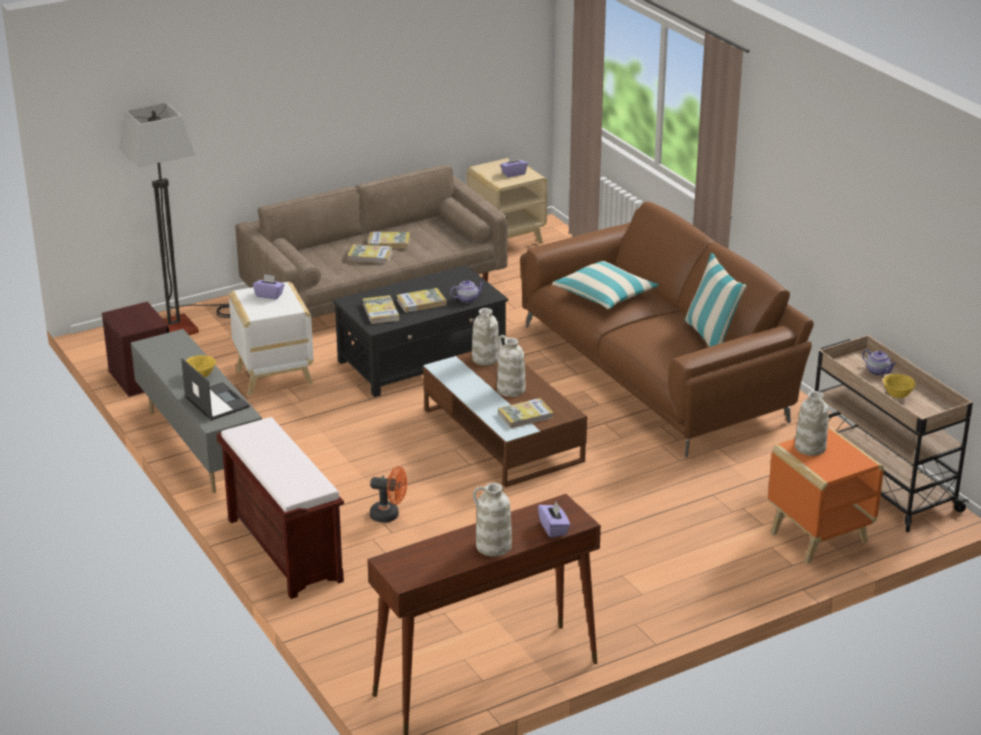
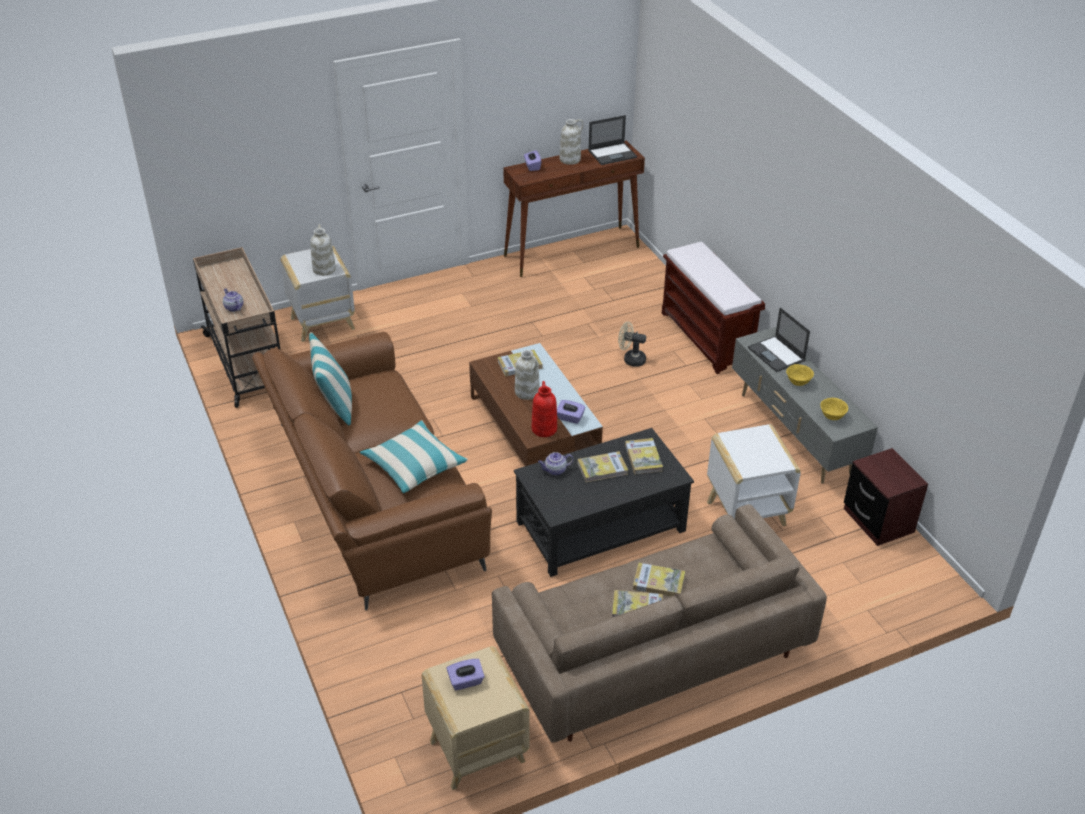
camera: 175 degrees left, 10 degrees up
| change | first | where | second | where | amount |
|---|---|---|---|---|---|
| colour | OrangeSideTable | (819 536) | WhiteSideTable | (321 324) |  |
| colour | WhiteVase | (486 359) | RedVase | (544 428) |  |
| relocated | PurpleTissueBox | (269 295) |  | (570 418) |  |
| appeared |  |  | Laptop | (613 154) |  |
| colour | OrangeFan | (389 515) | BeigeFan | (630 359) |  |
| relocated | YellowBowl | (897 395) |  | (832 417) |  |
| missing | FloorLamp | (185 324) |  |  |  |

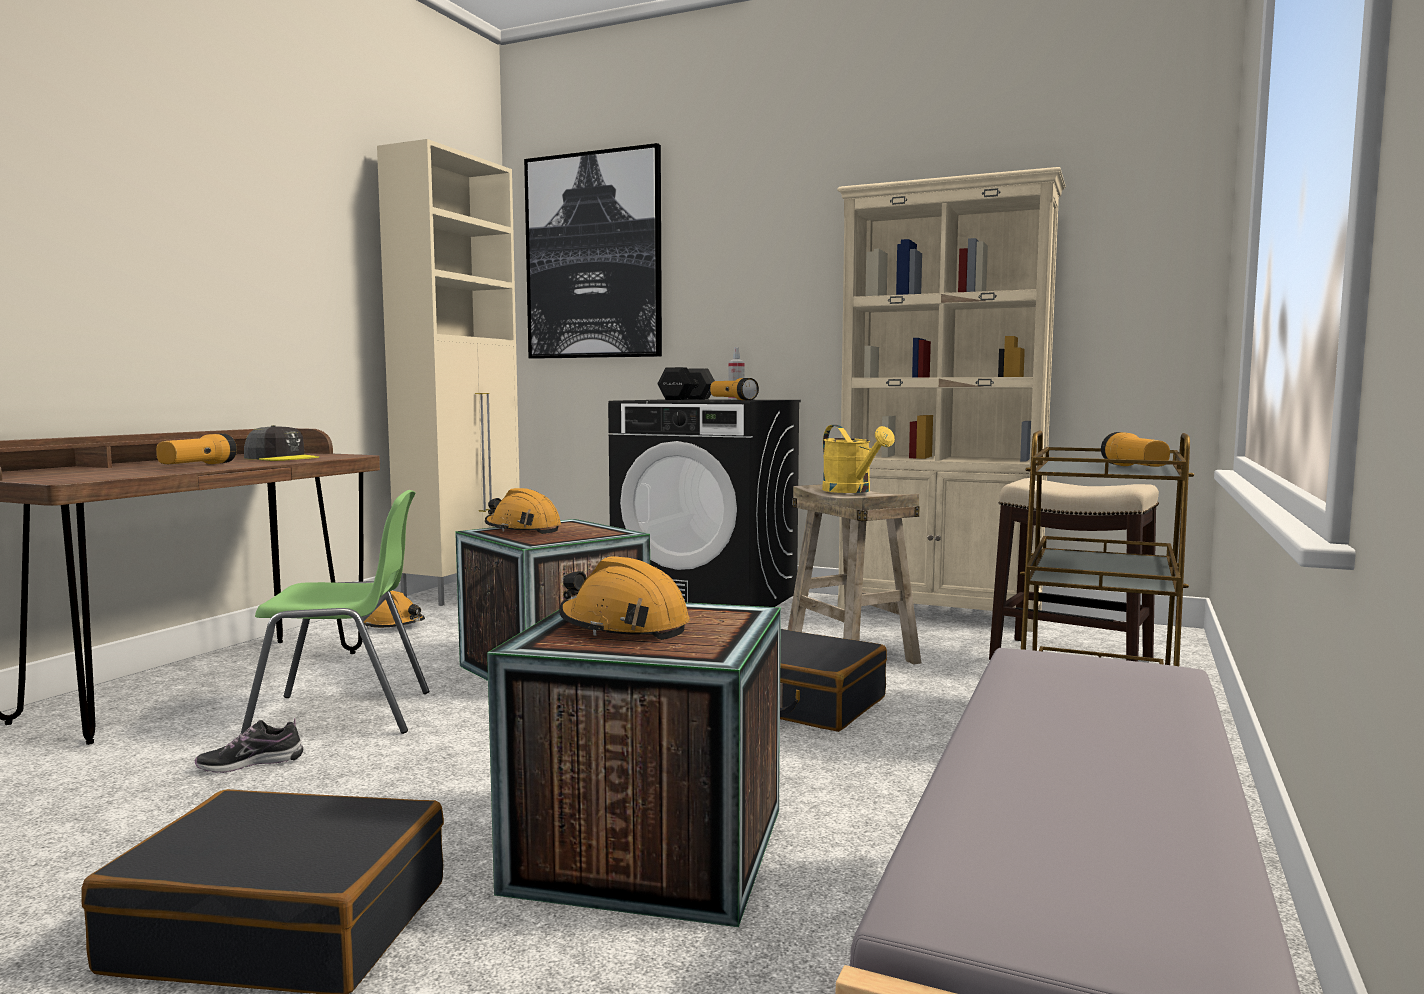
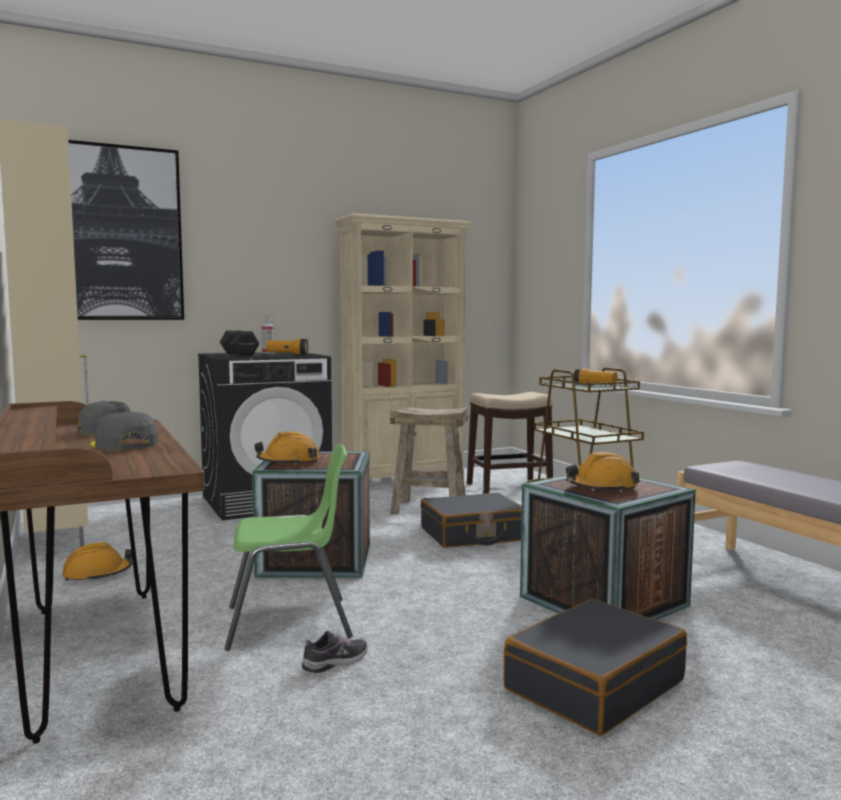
camera: 50 degrees left, 0 degrees up
| change | first | where | second | where | amount |
|---|---|---|---|---|---|
| exchanged | Flashlight | (197 465) | GreyCap | (123 444) |  |
| spun | GreenChair | (345 715) |  | (290 623) | 45 degrees clockwise |
| spun | Shoe | (251 763) |  | (336 662) | 150 degrees counterclockwise |
| missing | YellowWateringCan | (852 491) |  |  |  |

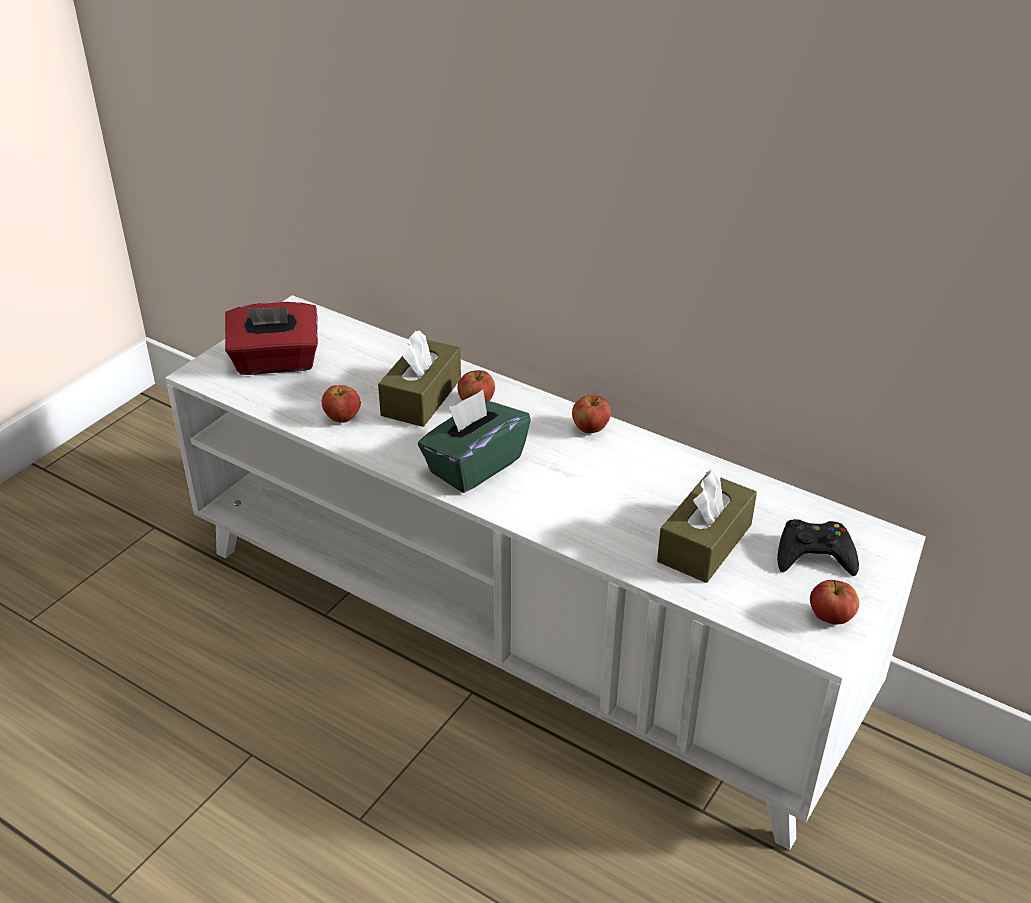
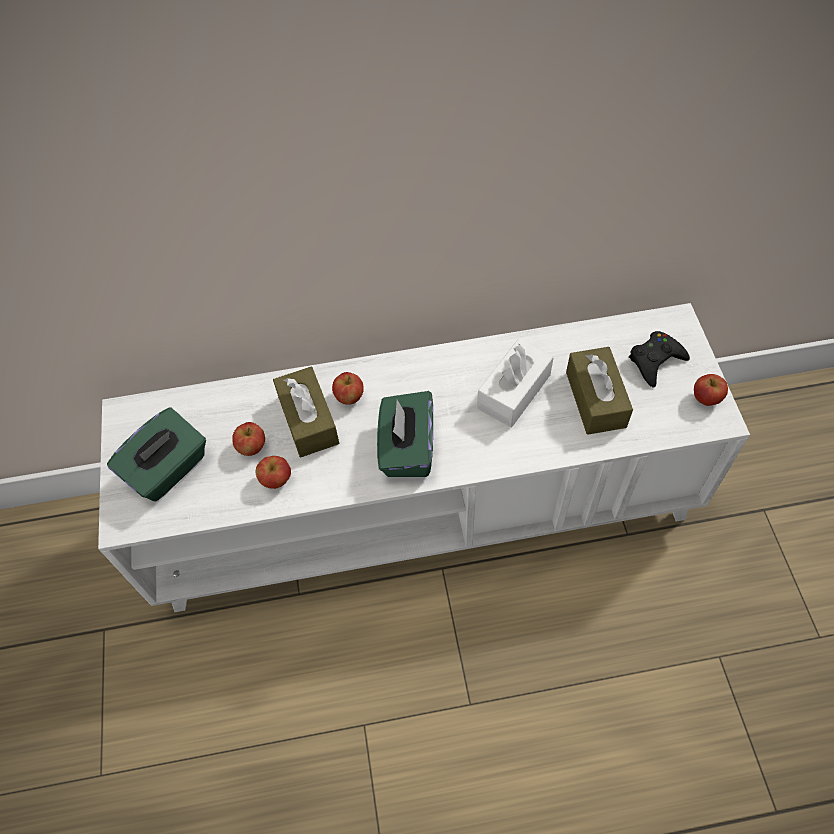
camera: 40 degrees left, 20 degrees up
| change | first | where | second | where | amount |
|---|---|---|---|---|---|
| colour | RedTissueBox | (276 362) | GreenTissueBox | (168 469) |  |
| relocated | Apple | (590 428) |  | (251 447) |  |
| appeared |  |  | WhiteTissueBox | (514 391) |  |

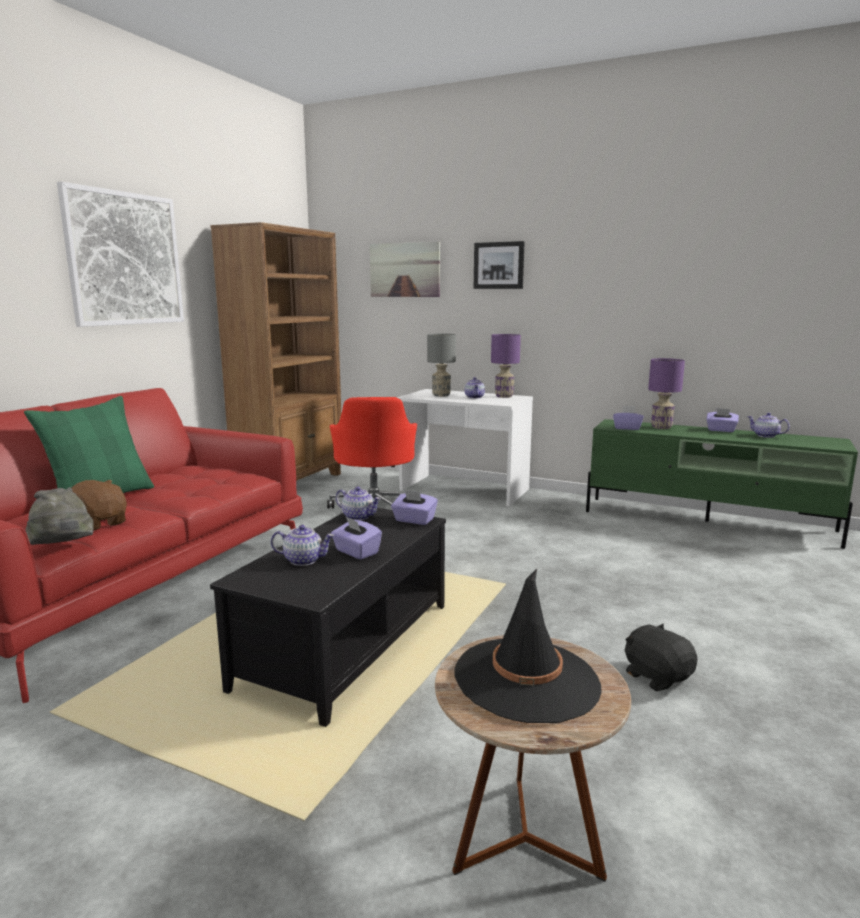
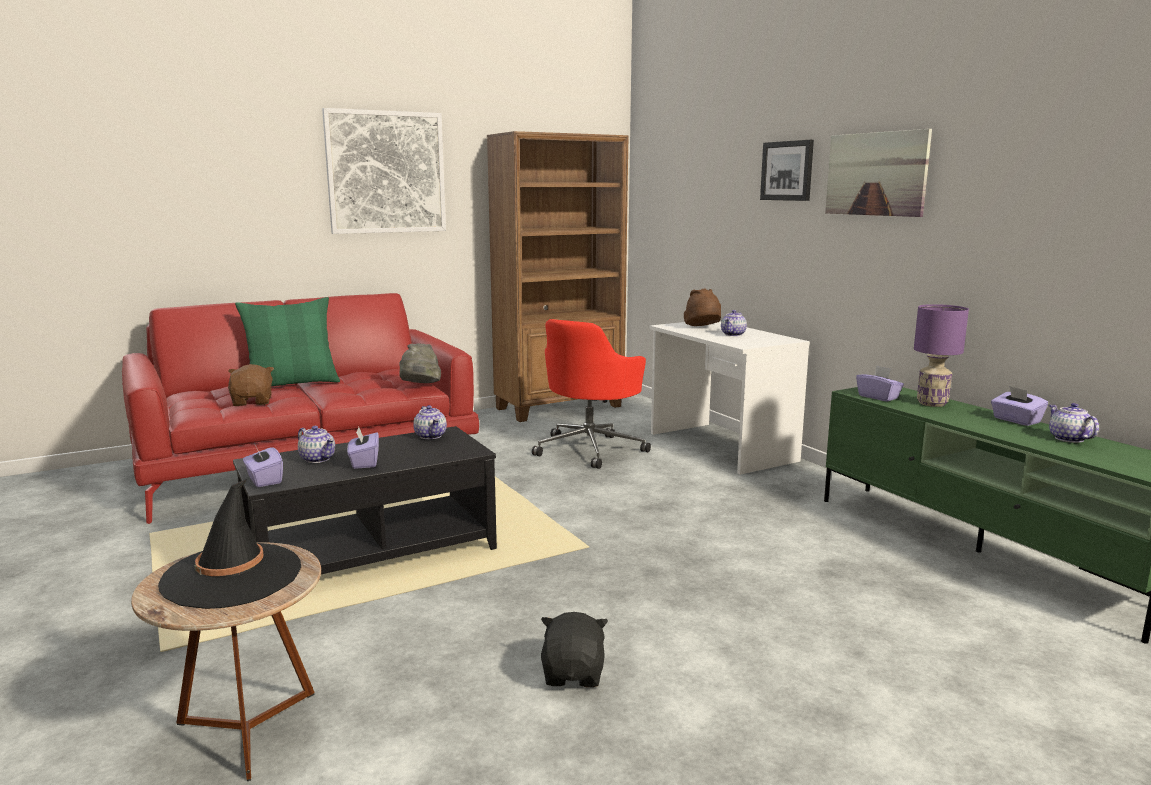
camera: 35 degrees right, 0 degrees up
| change | first | where | second | where | amount |
|---|---|---|---|---|---|
| relocated | PurpleTissueBox | (414 520) |  | (264 480) |  |
| relocated | GreyHat | (63 549) |  | (419 386) |  |
| exchanged | GreyTableLamp | (441 395) | BrownHat | (703 328) |  |
| relocated | Picture | (404 270) |  | (876 174) |  |
| missing | PurpleTableLamp | (504 396) |  |  |  |

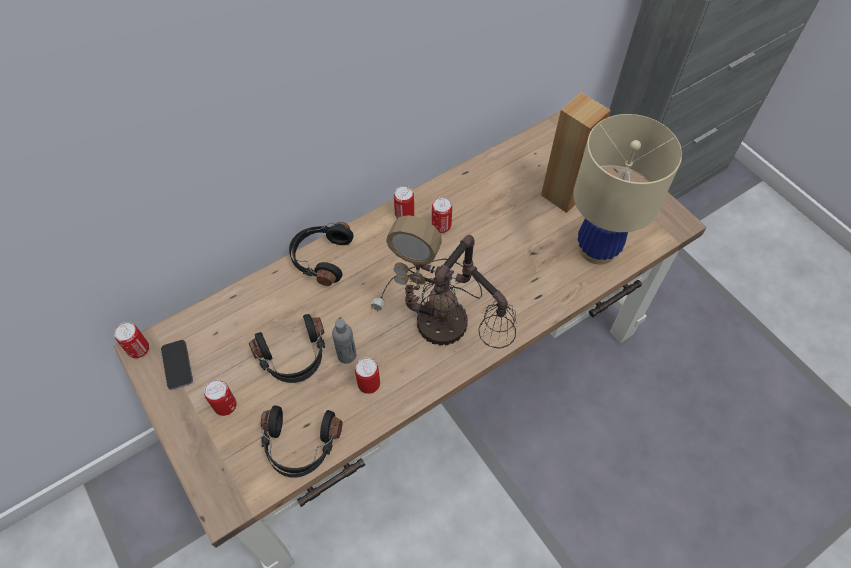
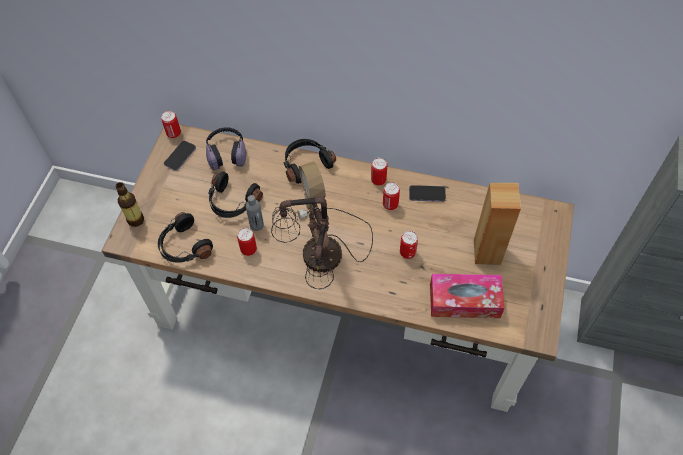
camera: 50 degrees right, 0 degrees up
| change | first | where | second | where | amount |
|---|---|---|---|---|---|
| appeared |  |  | Bottle | (135 220) |  |
| appeared |  |  | Headphones | (227 153) |  |
| relocated | Can | (225 406) |  | (407 252) |  |
| appeared |  |  | Phone | (427 194) |  |
| exchanged | BeigeTableLamp | (597 248) | TissueBox | (464 301) |  |

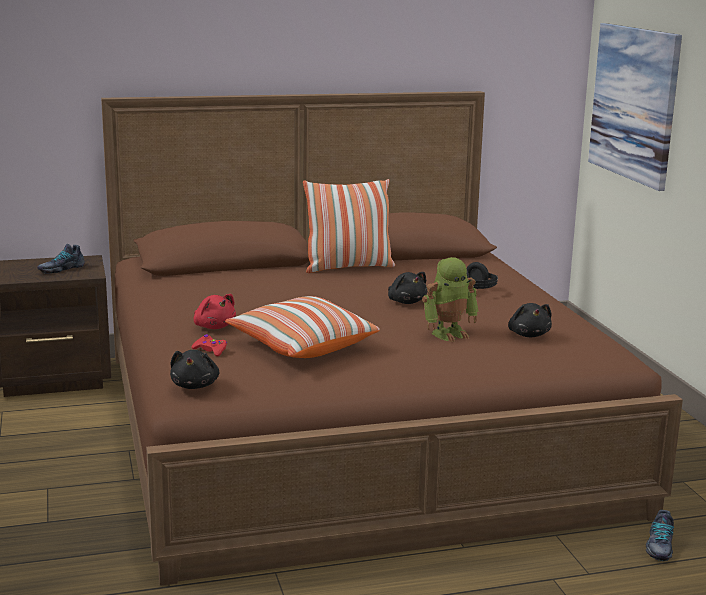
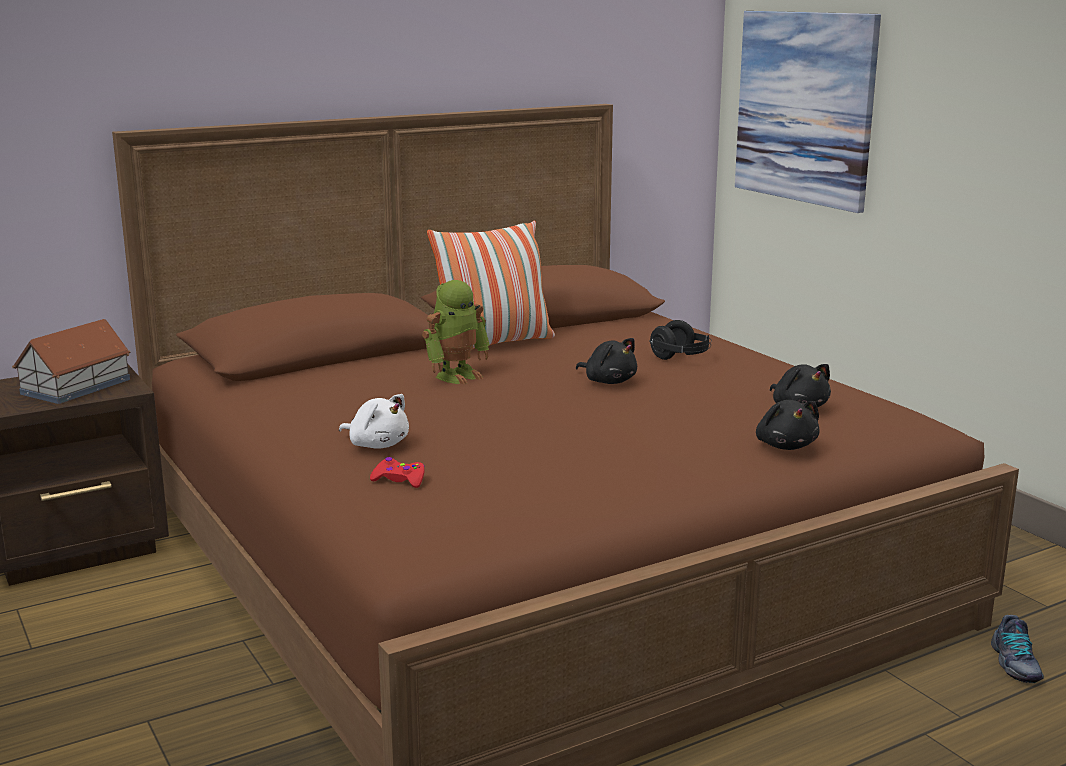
camera: 15 degrees left, 0 degrees up
| change | first | where | second | where | amount |
|---|---|---|---|---|---|
| exchanged | Shoe | (61 269) | ToyHouse | (77 386) |  |
| colour | RedPlushToy | (214 326) | WhitePlushToy | (377 444) |  |
| relocated | ToyRobot | (449 333) |  | (457 375) |  |
| relocated | BlackPlushToy | (195 385) |  | (785 446) |  |
| missing | Pillow | (301 346) |  |  |  |

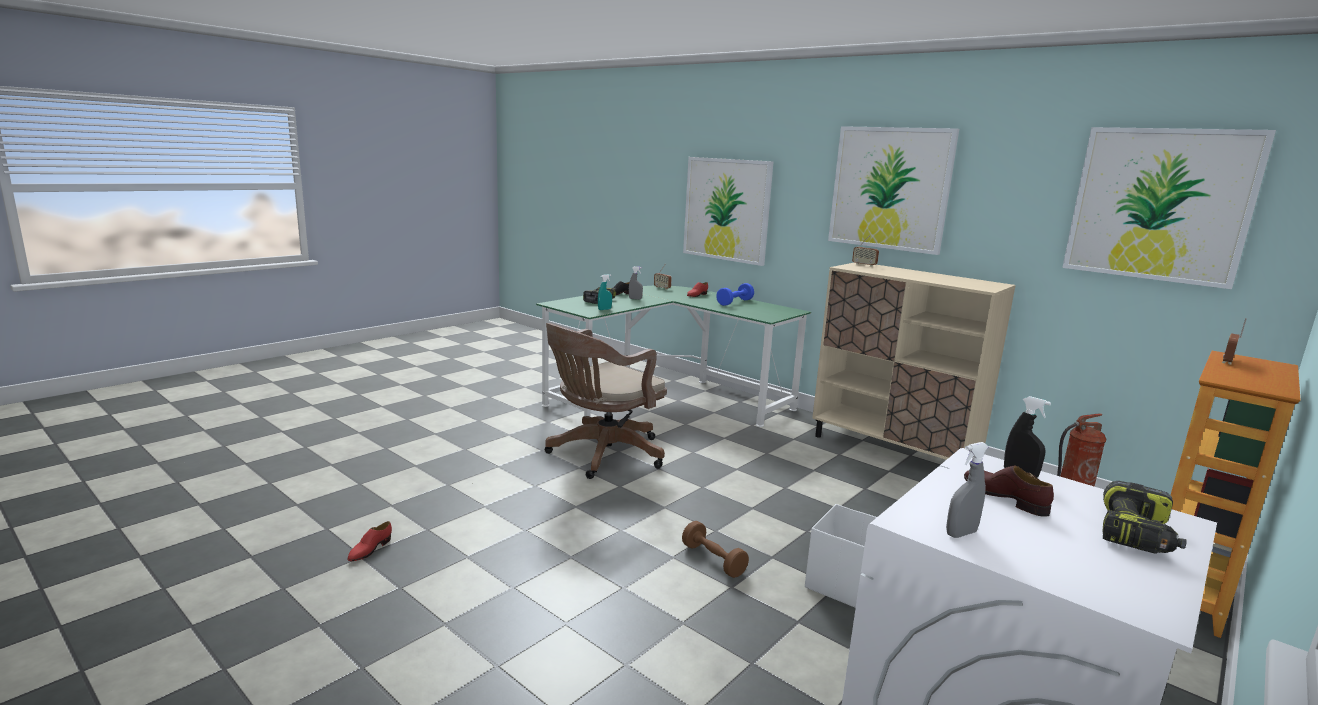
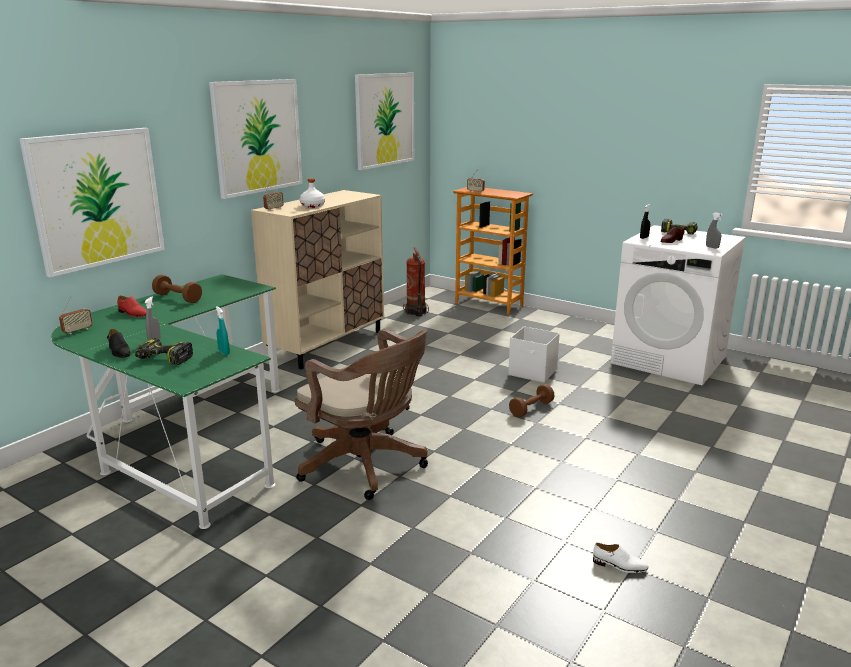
camera: 95 degrees left, 5 degrees up
| change | first | where | second | where | amount |
|---|---|---|---|---|---|
| colour | BlueDumbbell | (734 302) | BrownDumbbell | (178 298) |  |
| appeared |  |  | WhiteBottle | (312 206) |  |
| colour | RedShoe | (369 550) | WhiteShoe | (619 566) |  |

